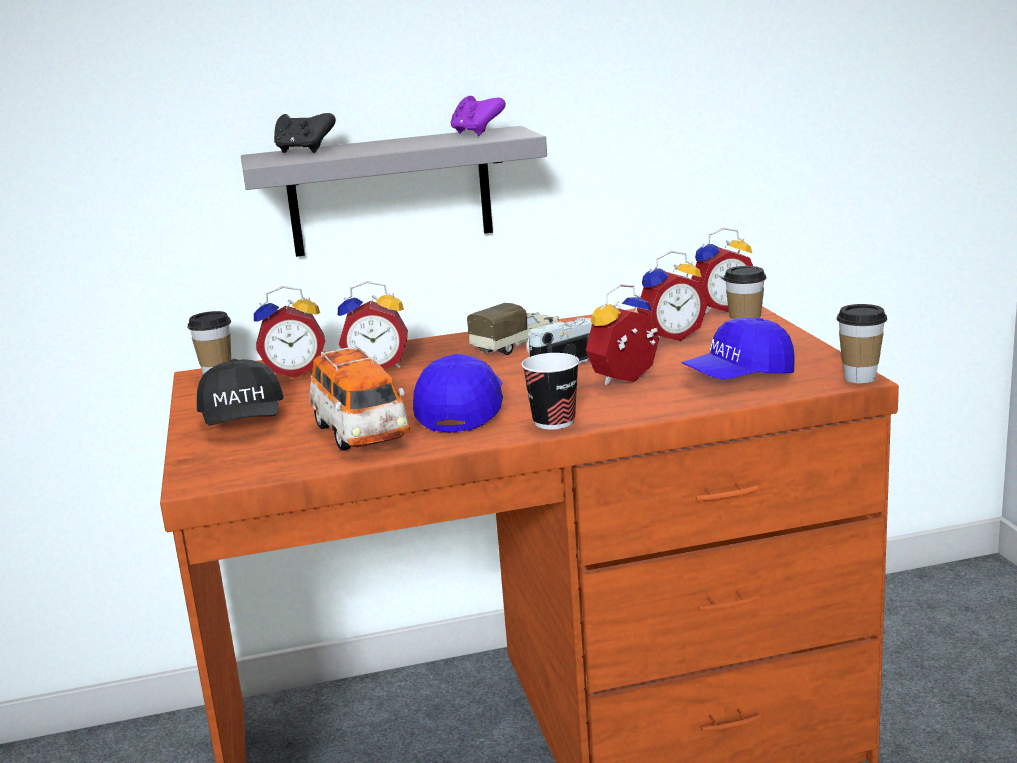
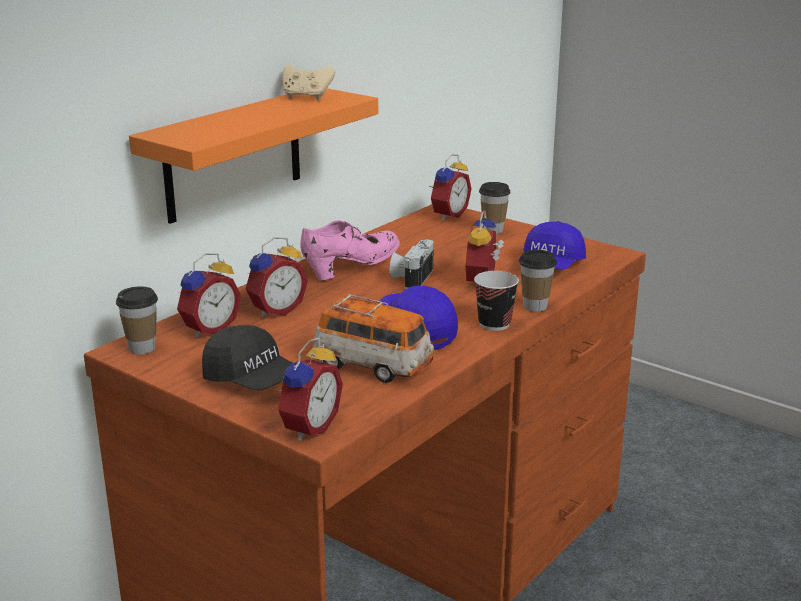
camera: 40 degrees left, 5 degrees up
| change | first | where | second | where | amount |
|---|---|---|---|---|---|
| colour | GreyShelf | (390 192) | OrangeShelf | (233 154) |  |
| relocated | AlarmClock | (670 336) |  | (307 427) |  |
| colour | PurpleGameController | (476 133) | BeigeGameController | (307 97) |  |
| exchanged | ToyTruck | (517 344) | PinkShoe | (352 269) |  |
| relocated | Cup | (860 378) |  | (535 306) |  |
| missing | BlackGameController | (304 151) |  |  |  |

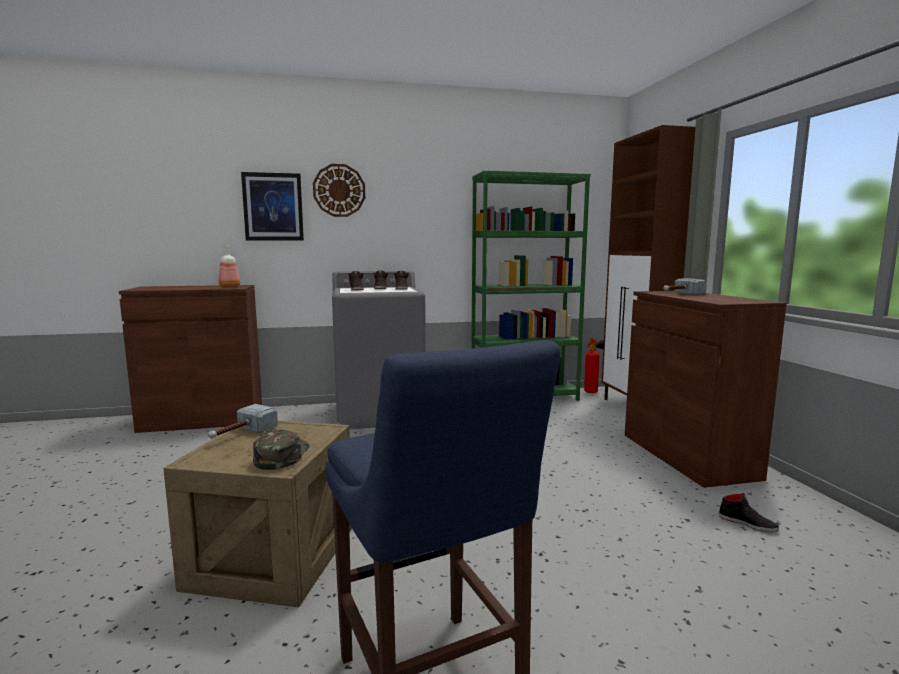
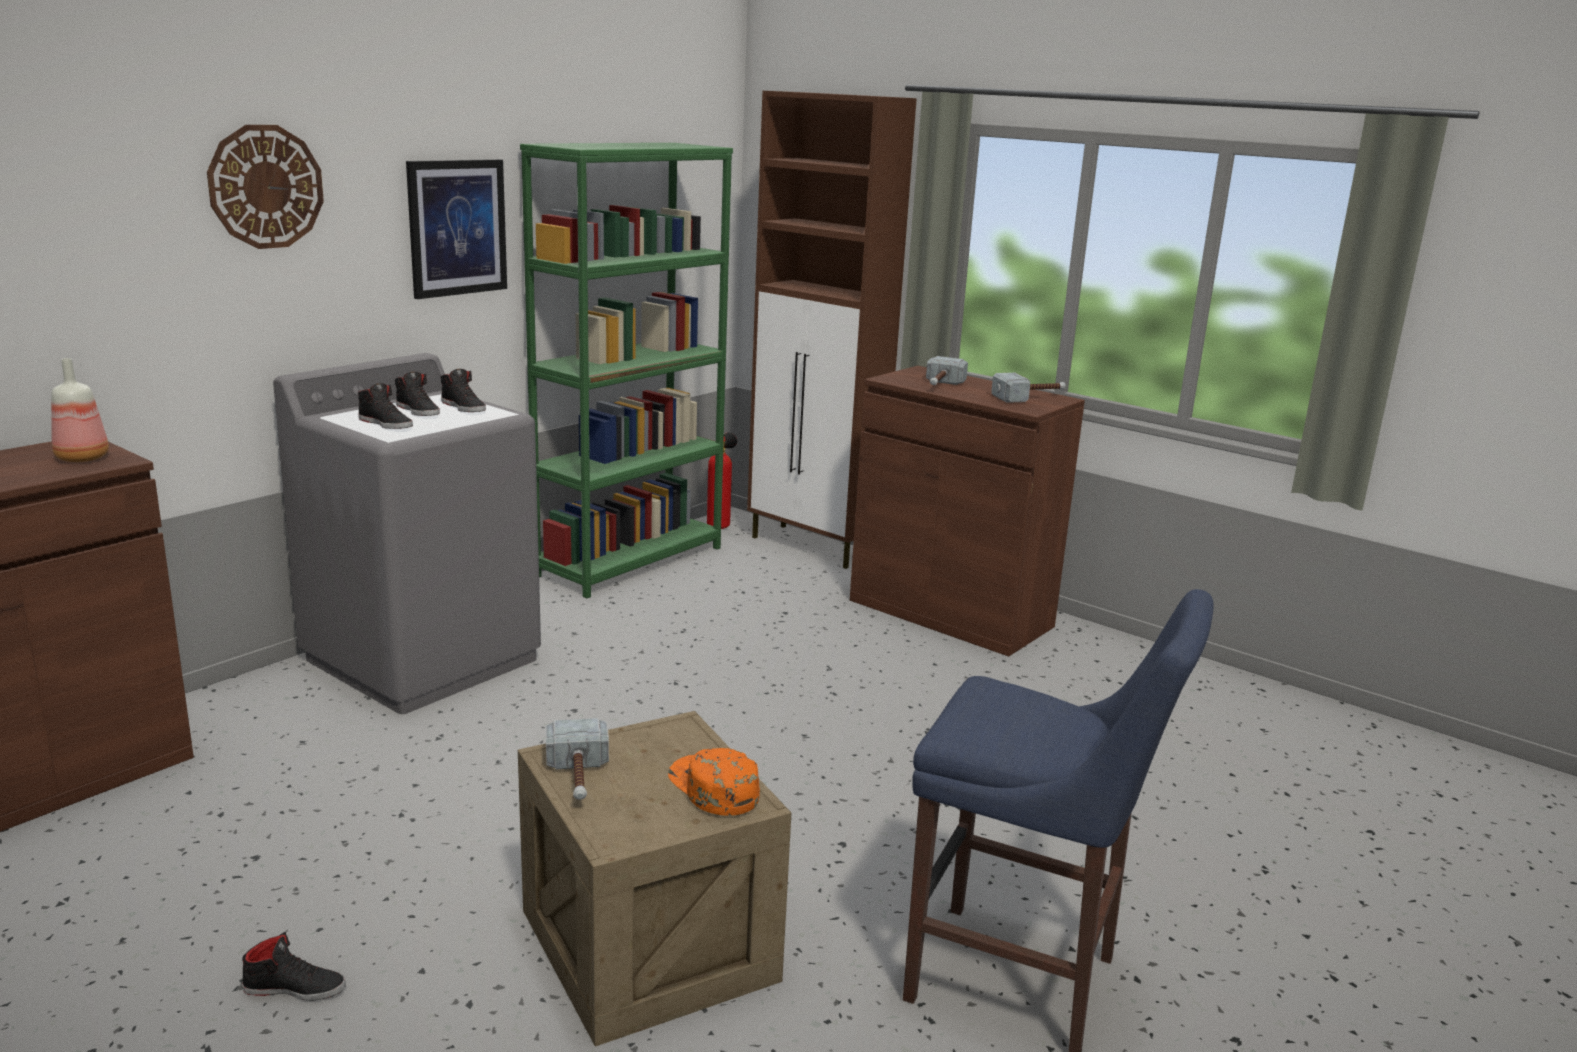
camera: 40 degrees left, 10 degrees up
| change | first | where | second | where | amount |
|---|---|---|---|---|---|
| relocated | BlackShoe | (747 523) |  | (295 988) |  |
| relocated | Picture | (273 207) |  | (457 227) |  |
| colour | GreenCap | (281 455) | OrangeCap | (712 788) |  |
| appeared |  |  | Hammer | (1029 398) |  |

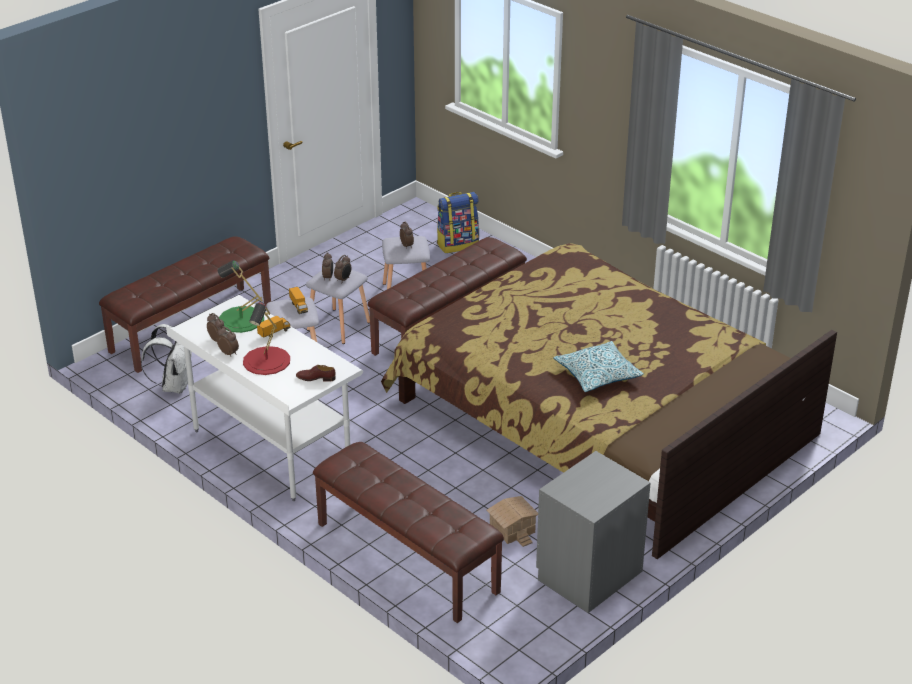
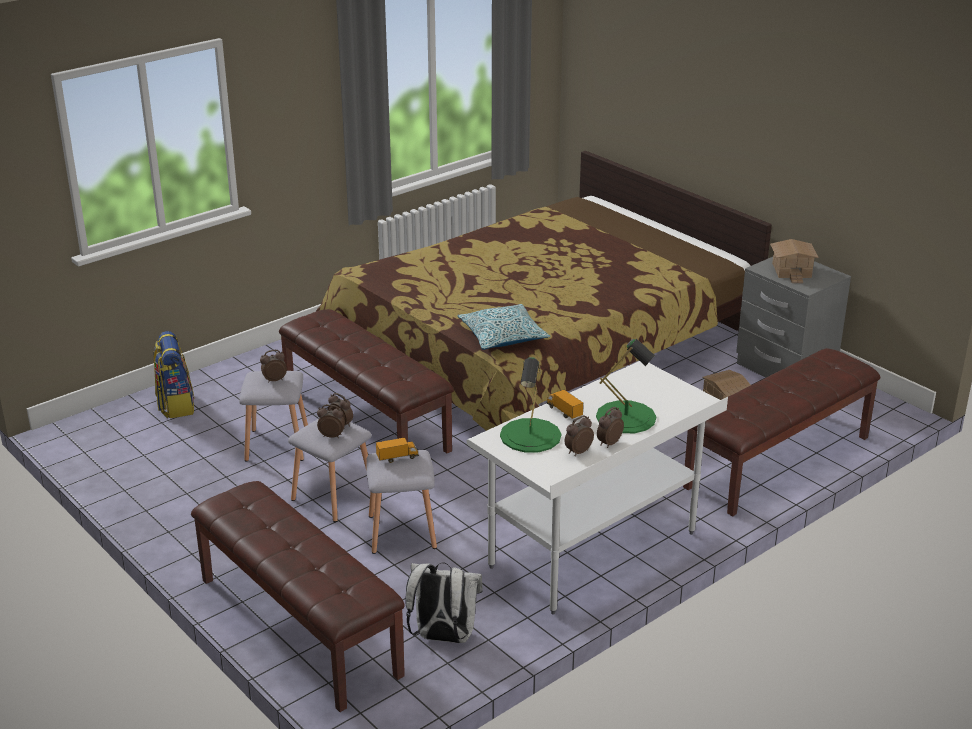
camera: 85 degrees left, 5 degrees down
| change | first | where | second | where | amount |
|---|---|---|---|---|---|
| relocated | Pillow | (597 375) |  | (503 336) |  |
| colour | RedTableLamp | (266 361) | GreenTableLamp | (626 417) |  |
| appeared |  |  | ToyHouse | (792 270) |  |
| missing | BrownShoe | (316 378) |  |  |  |

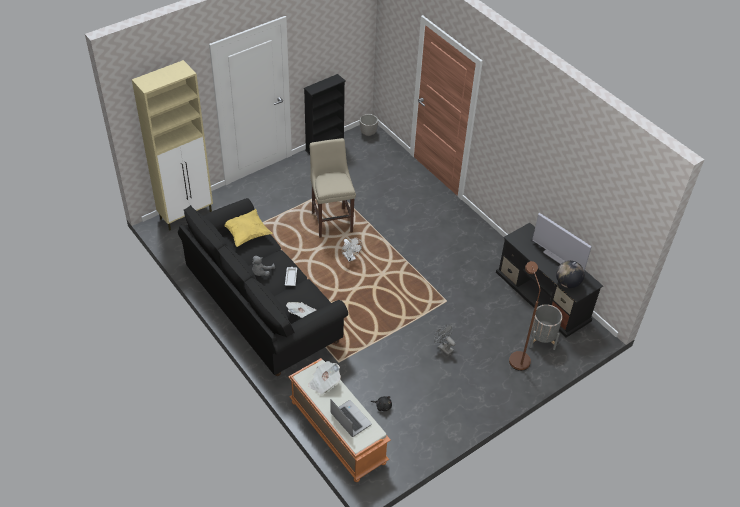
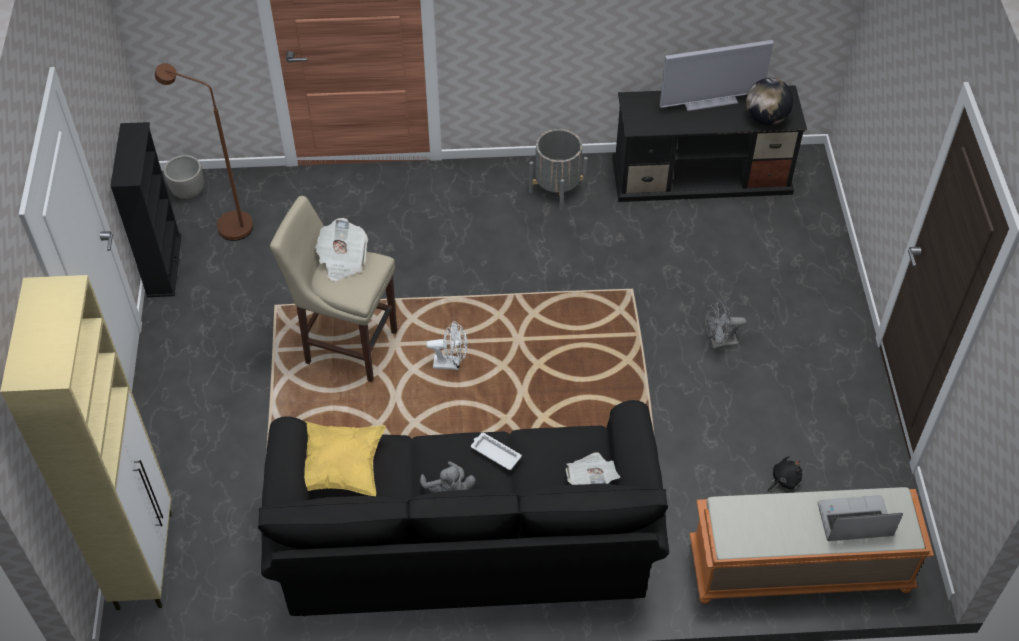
camera: 55 degrees left, 5 degrees up
| change | first | where | second | where | amount |
|---|---|---|---|---|---|
| relocated | BrownFloorLamp | (517 356) |  | (226 224) |  |
| relocated | Newspaper | (324 383) |  | (342 260) |  |
| relocated | GreyPlanter | (542 338) |  | (557 189) |  |

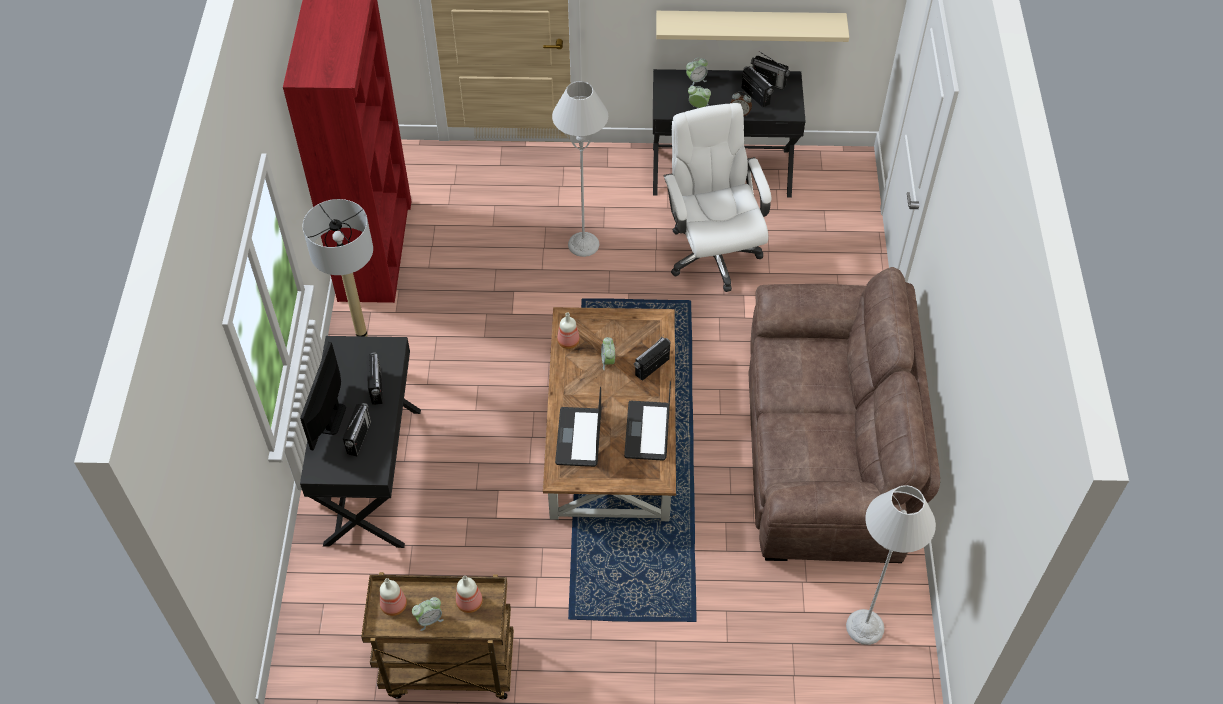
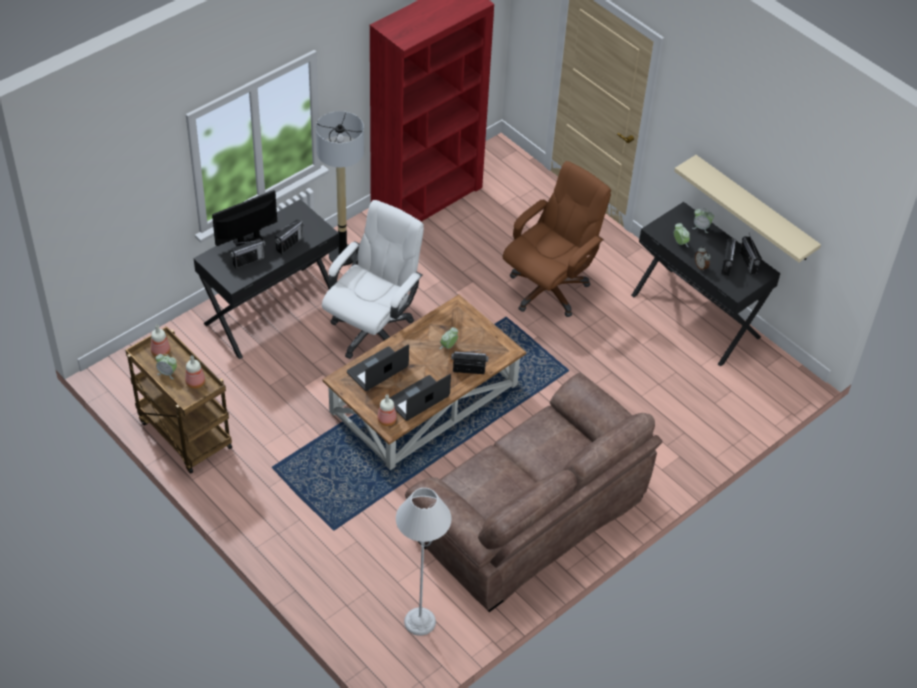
camera: 45 degrees right, 5 degrees down
| change | first | where | second | where | amount |
|---|---|---|---|---|---|
| relocated | WhiteOfficeChair | (712 253) |  | (373 330) |  |
| relocated | Bottle | (567 341) |  | (386 419) |  |
| exchanged | GreyFloorLamp | (583 244) | BrownOfficeChair | (549 288) |  |

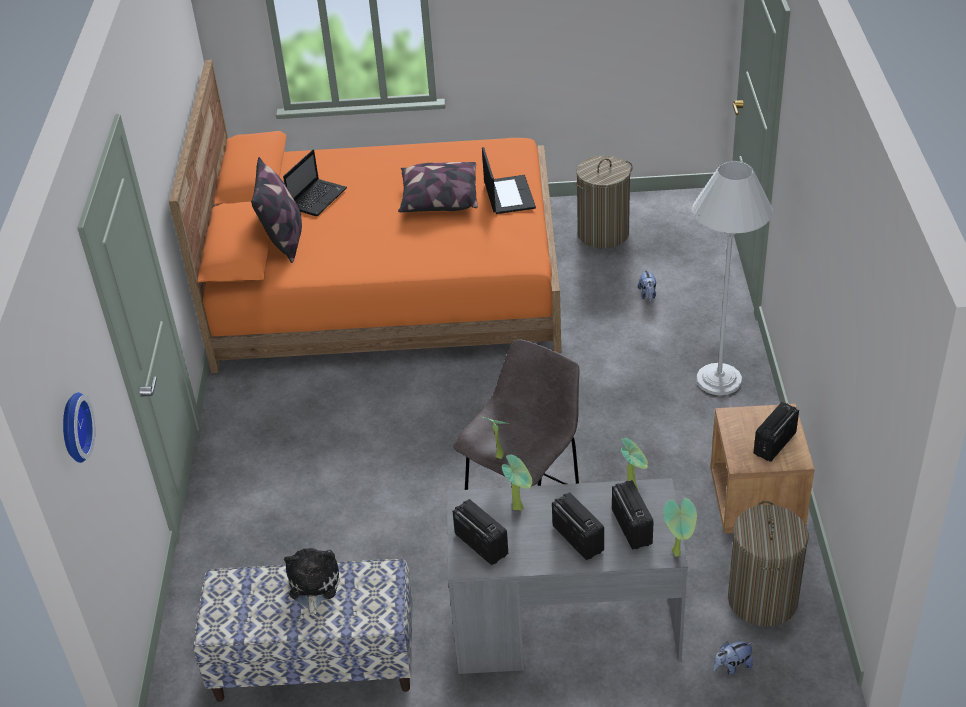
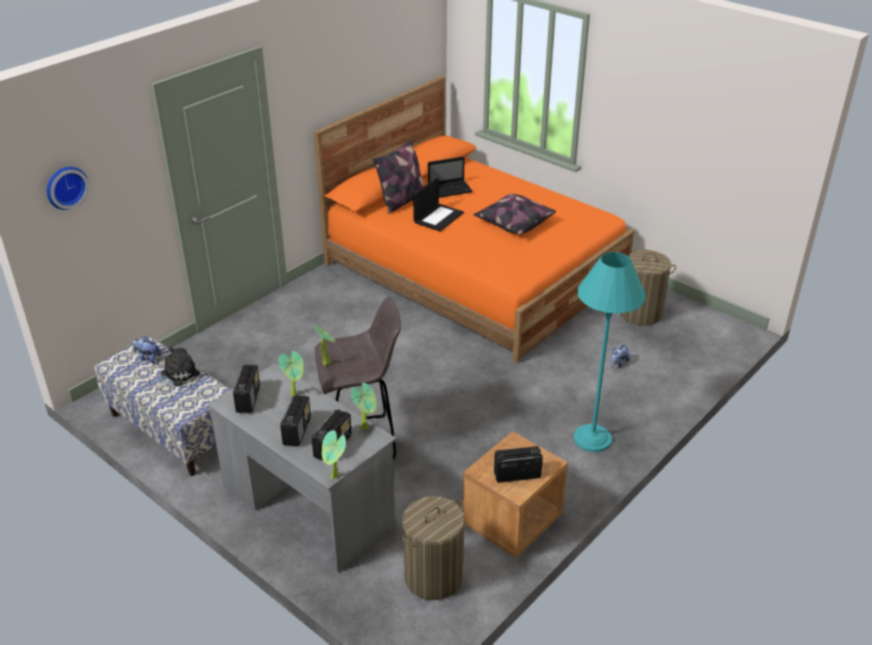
camera: 40 degrees right, 5 degrees down
| change | first | where | second | where | amount |
|---|---|---|---|---|---|
| relocated | PlushToy | (732 667) |  | (148 358) |  |
| relocated | Laptop | (508 195) |  | (438 217) |  |
| colour | WhiteFloorLamp | (719 380) | TurquoiseFloorLamp | (592 438) |  |

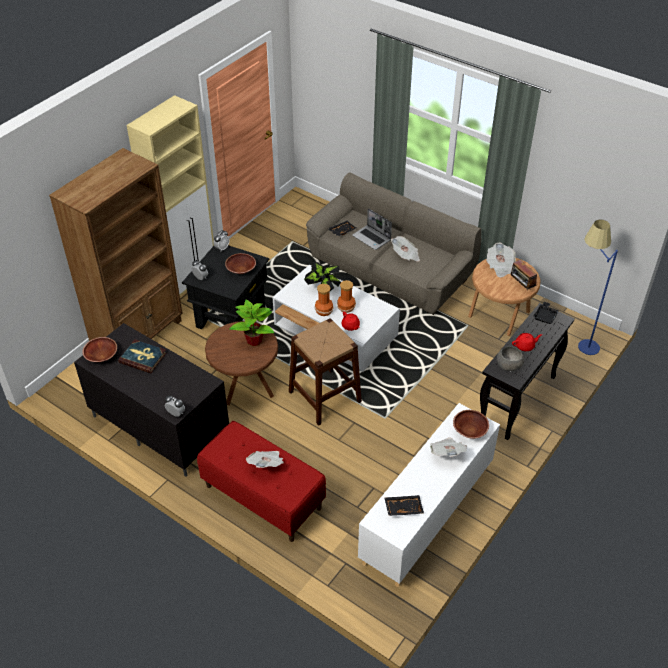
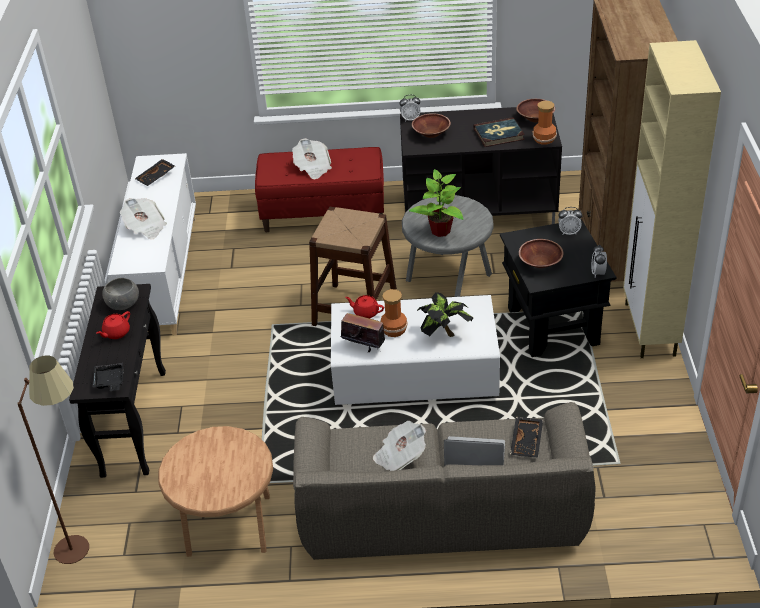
camera: 145 degrees right, 5 degrees down
| change | first | where | second | where | amount |
|---|---|---|---|---|---|
| colour | BlueFloorLamp | (578 344) | BrownFloorLamp | (88 545) |  |
| relocated | Radio | (521 286) |  | (363 347) |  |
| colour | BrownSideTable | (245 384) | GreySideTable | (448 277) |  |
| relocated | BrownBowl | (469 430) |  | (431 134) |  |
| relocated | Vase | (323 311) |  | (544 139) |  |
| missing | Newspaper | (500 267) |  |  |  |

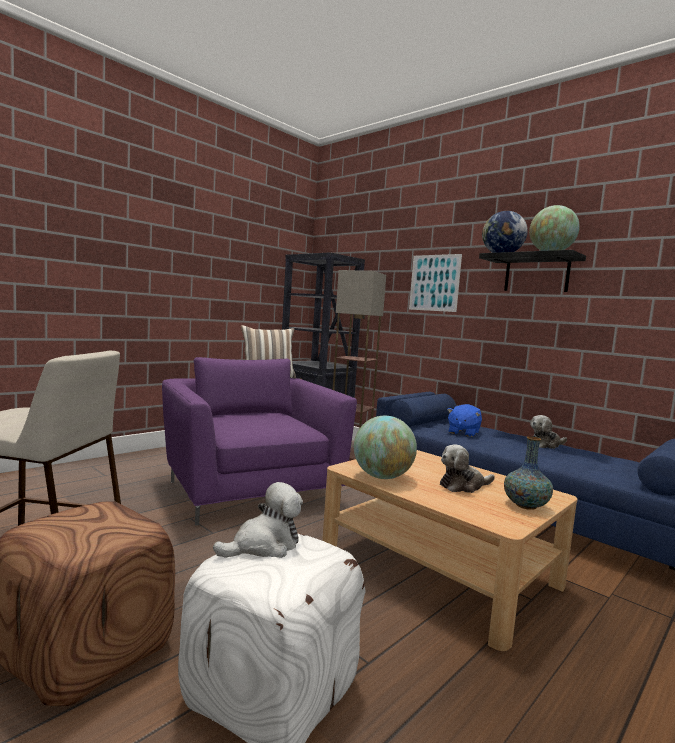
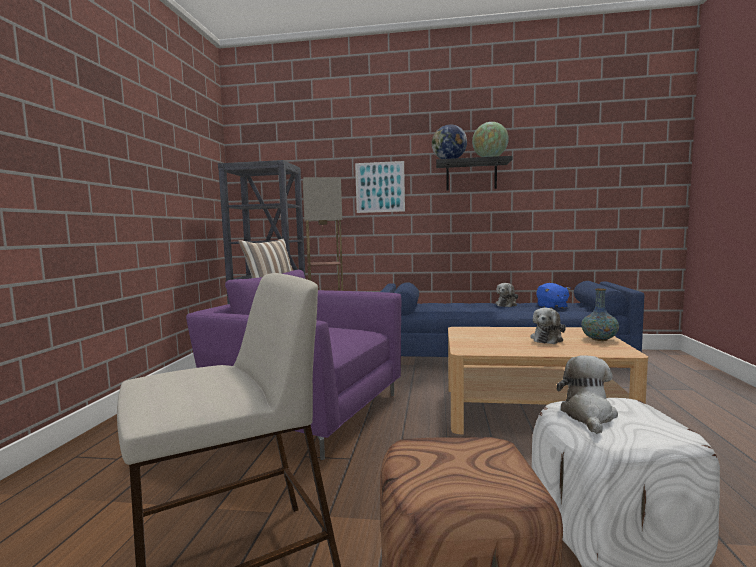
camera: 35 degrees left, 0 degrees up
| change | first | where | second | where | amount |
|---|---|---|---|---|---|
| relocated | BluePlushToy | (463 433) |  | (551 306) |  |
| missing | Globe | (382 477) |  |  |  |

